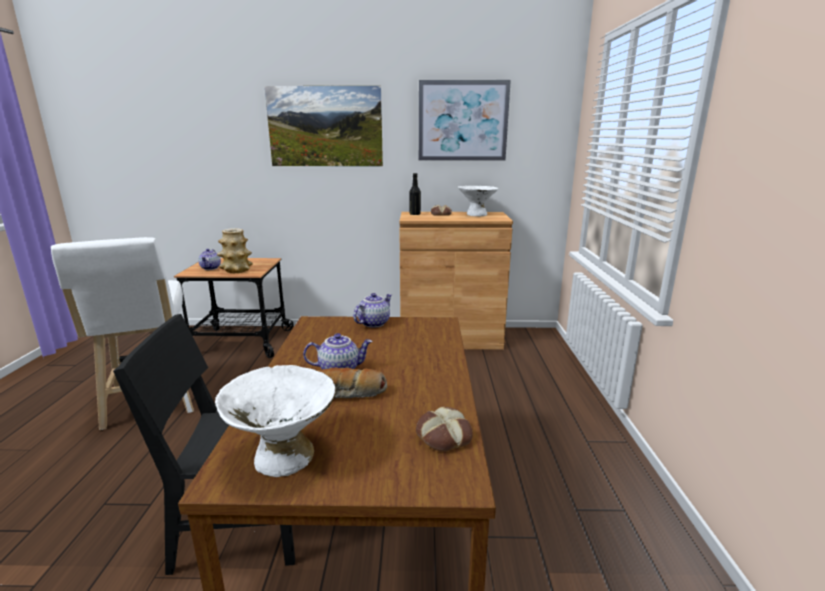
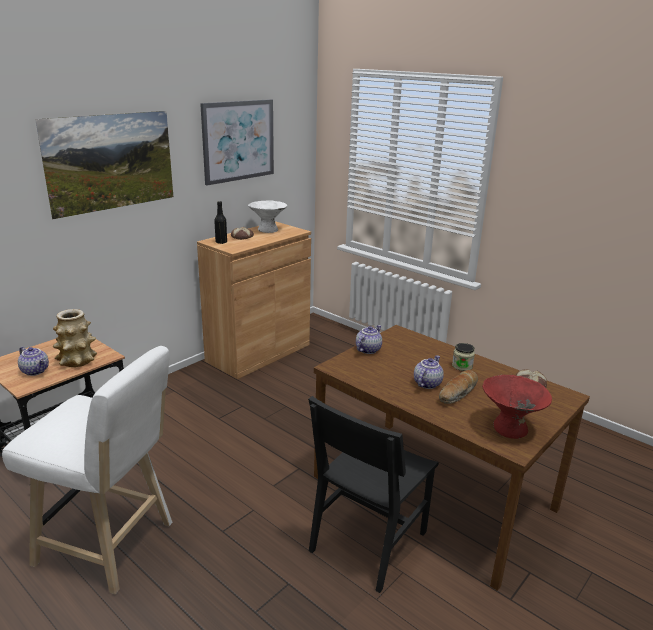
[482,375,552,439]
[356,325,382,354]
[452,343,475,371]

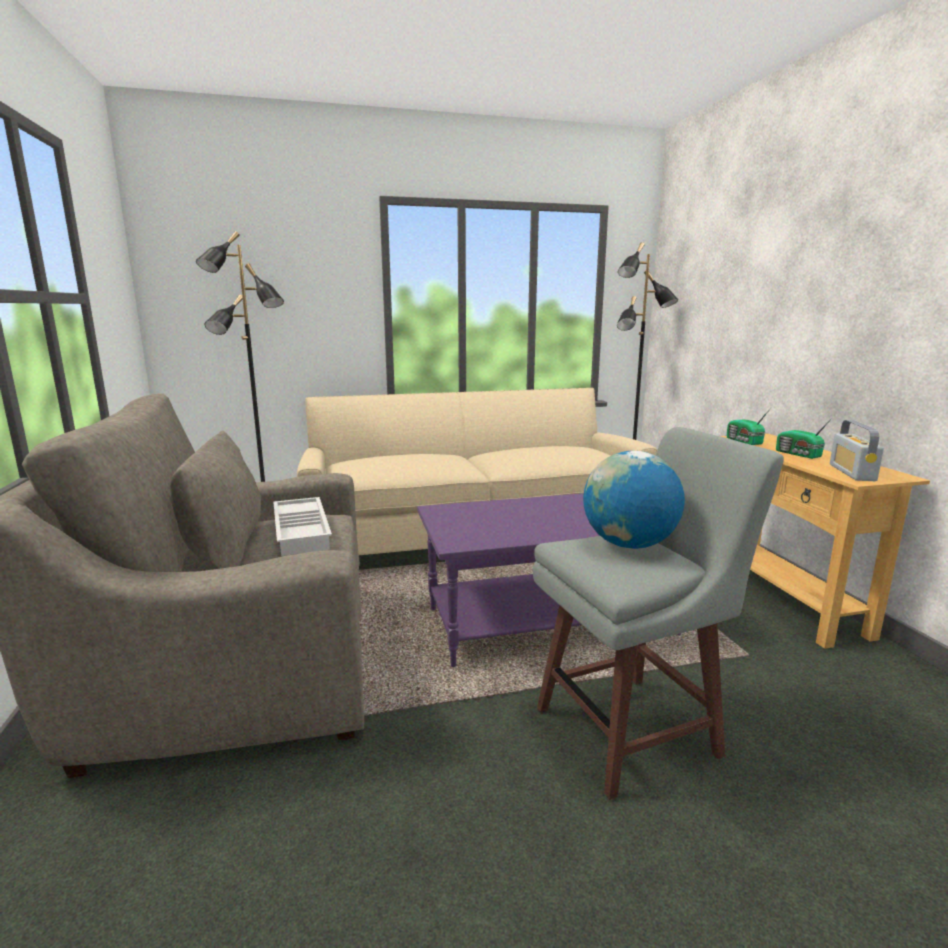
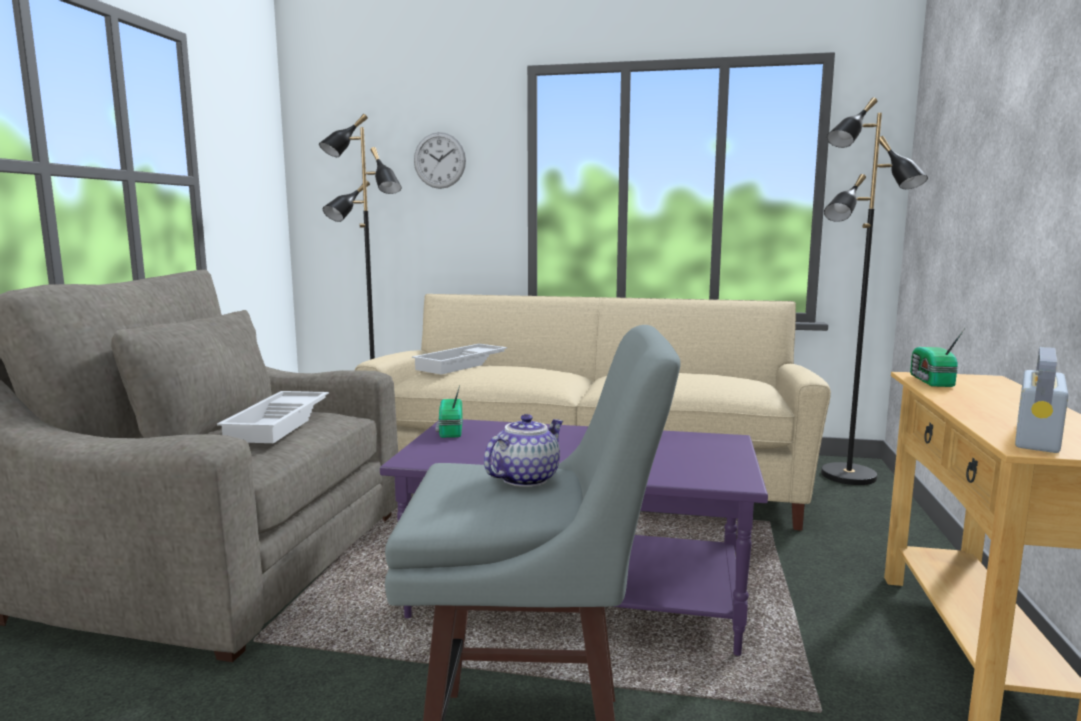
[484,414,563,487]
[436,385,463,438]
[412,344,507,375]
[414,132,466,189]

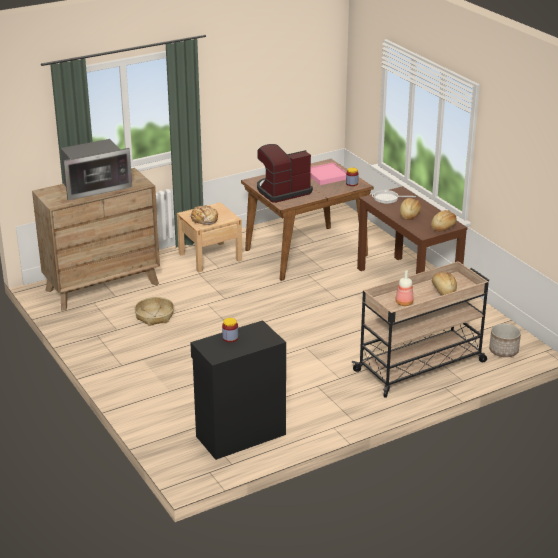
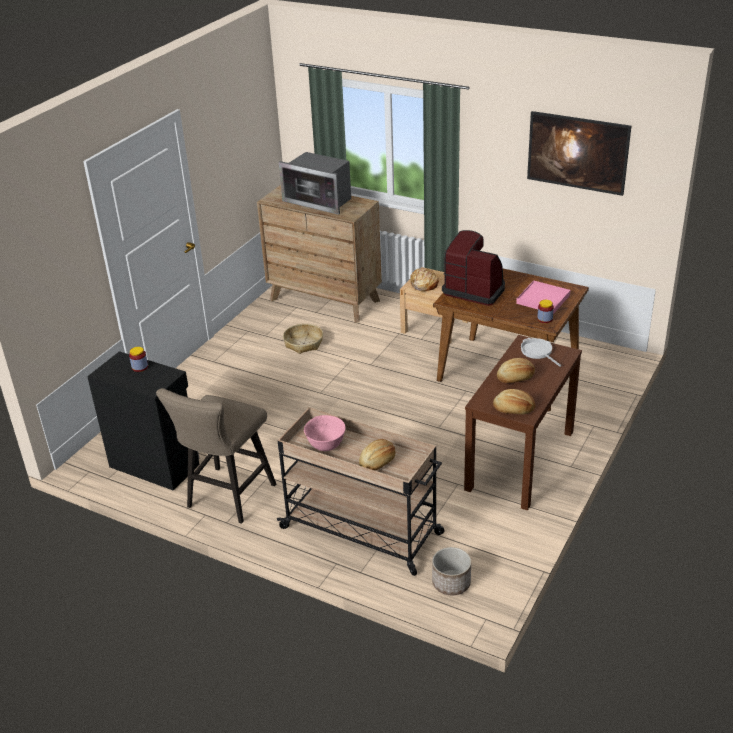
[304,415,346,451]
[156,388,276,524]
[527,111,631,196]

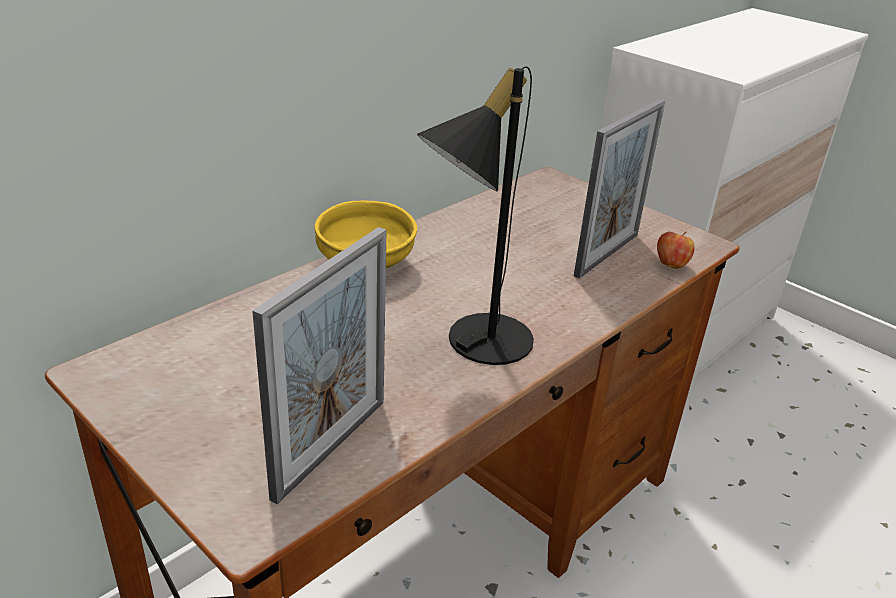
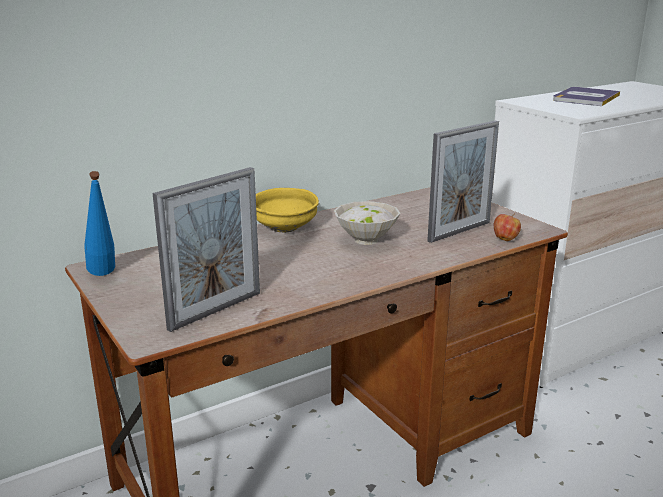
[417,66,534,365] (first image)
[84,171,115,276]
[334,201,401,245]
[553,87,620,106]

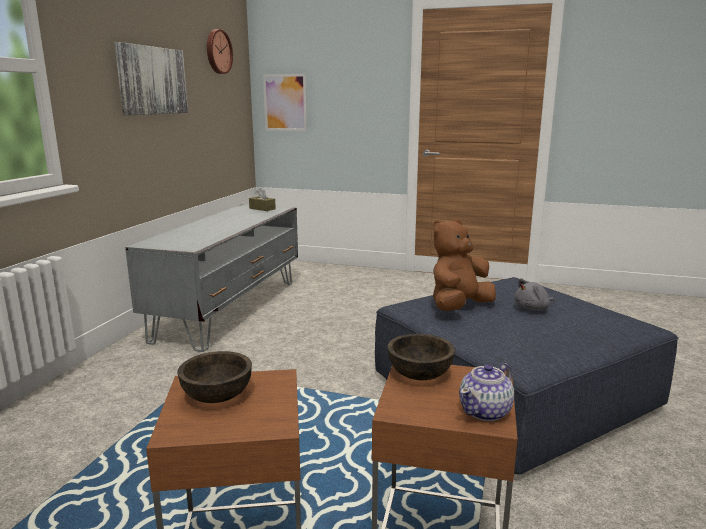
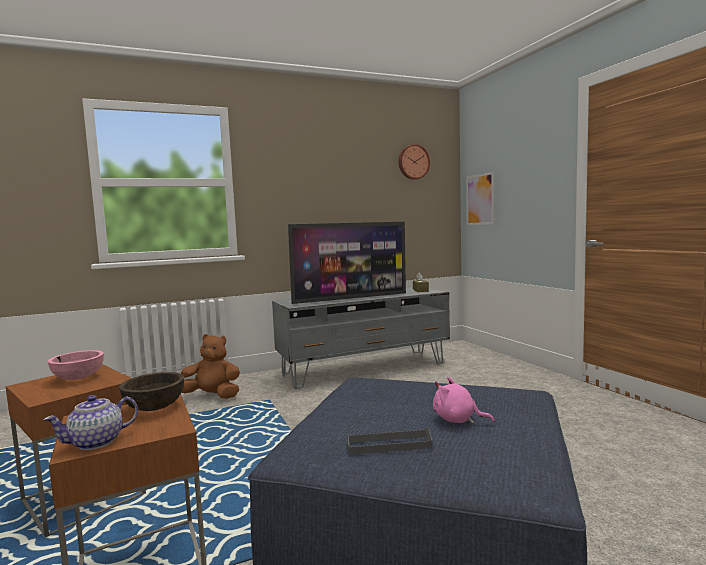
[114,42,188,115] (first image)
[48,350,104,380]
[181,334,240,399]
[43,395,138,450]
[433,377,494,424]
[288,222,406,304]
[347,428,433,455]

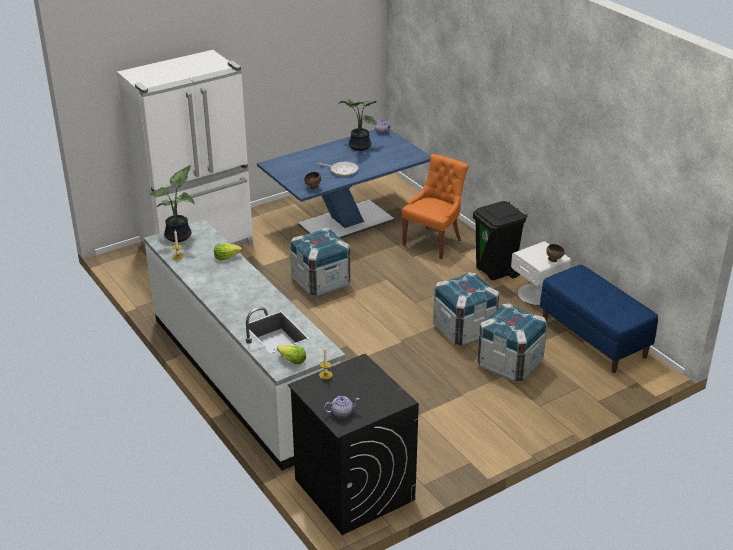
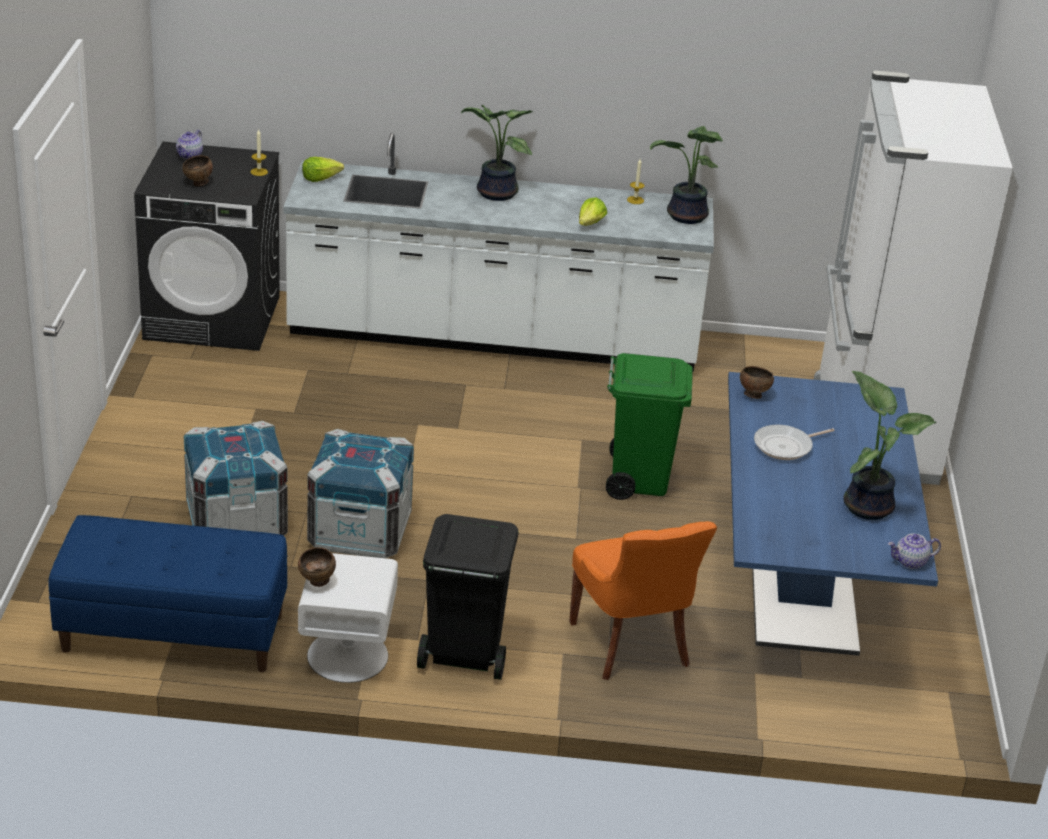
[606,353,693,500]
[182,155,213,186]
[461,105,533,201]

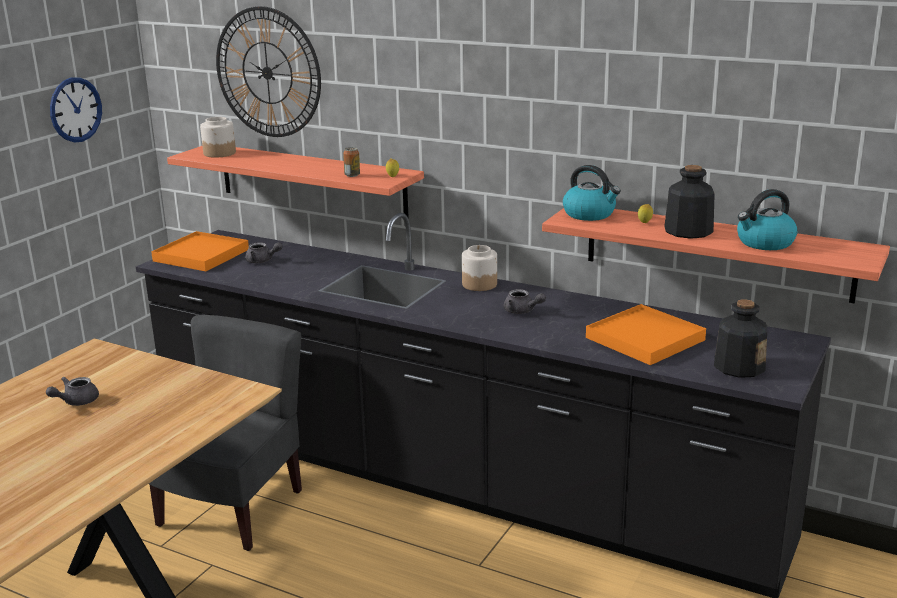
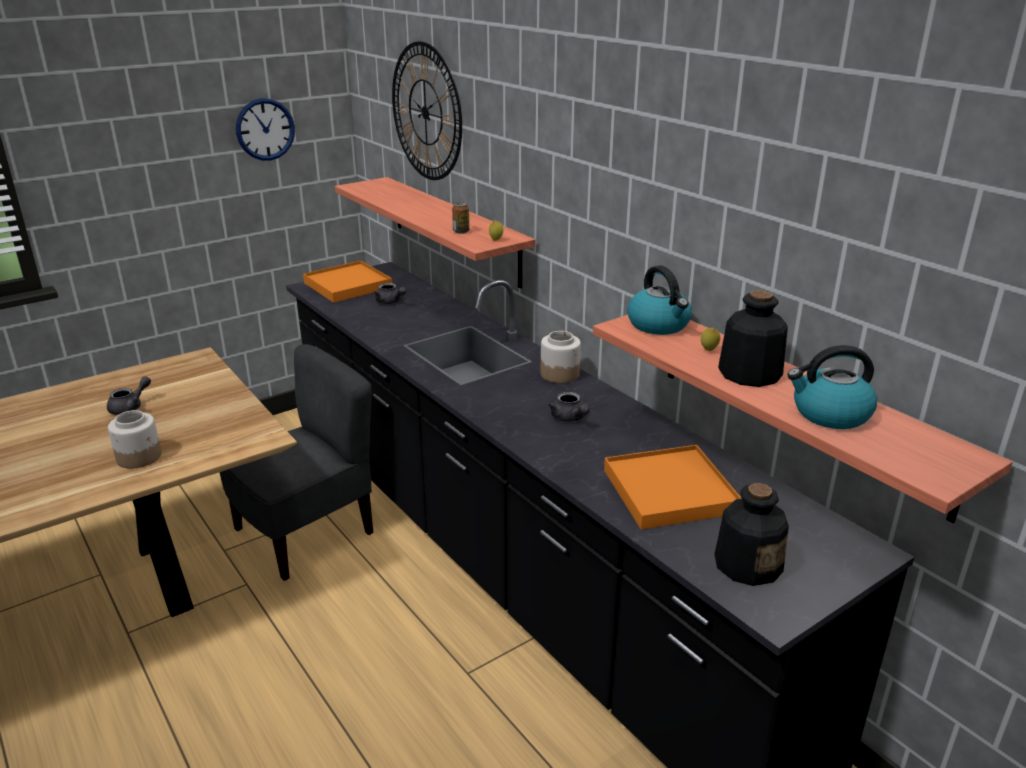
[107,376,151,415]
[108,410,162,469]

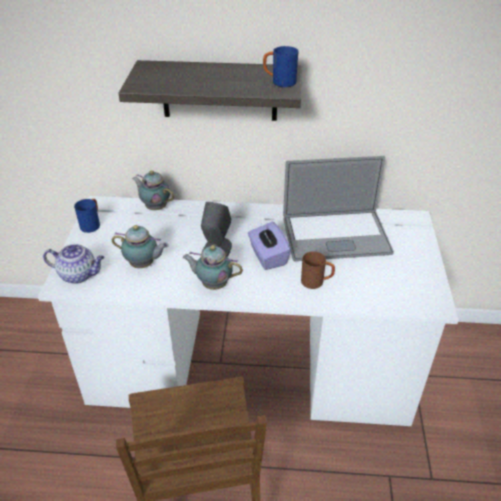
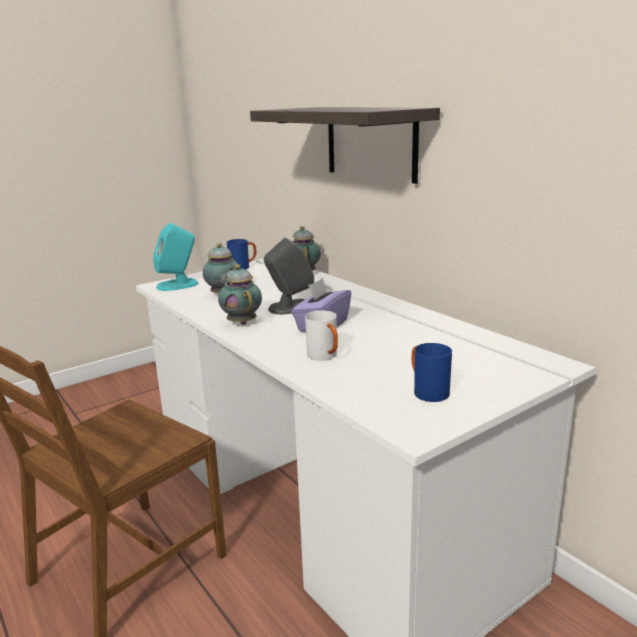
[153,223,198,291]
[412,343,452,402]
[283,156,394,261] (first image)
[305,311,338,361]

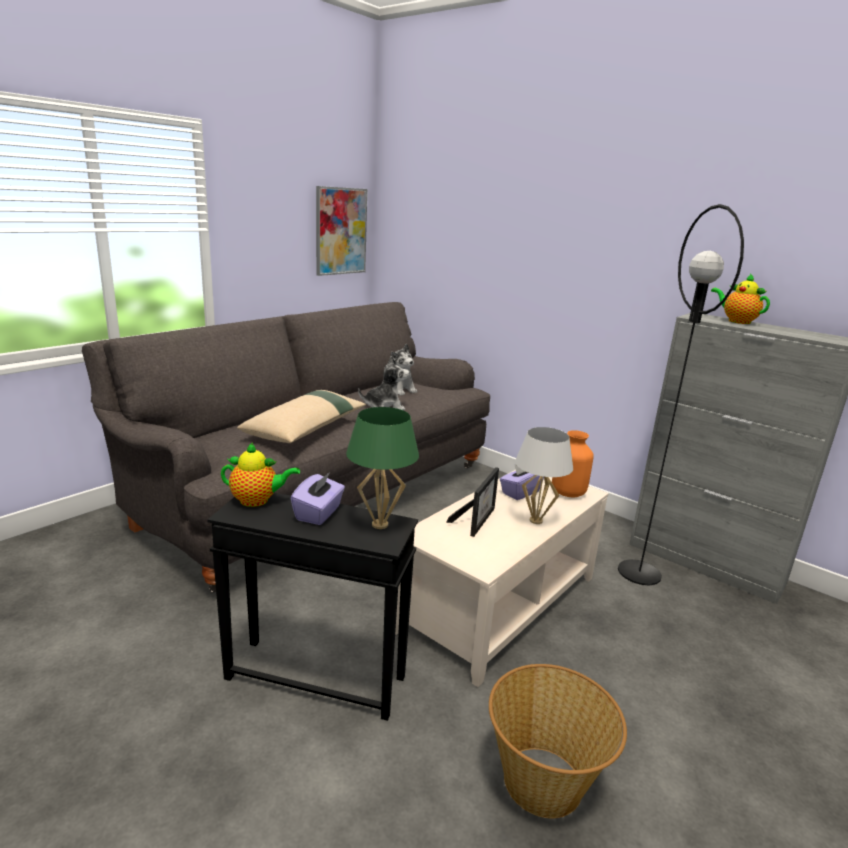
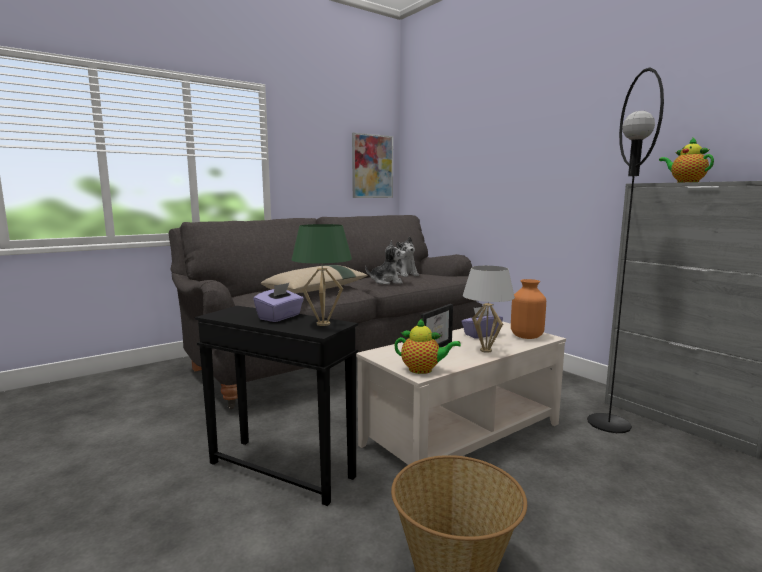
[394,318,461,374]

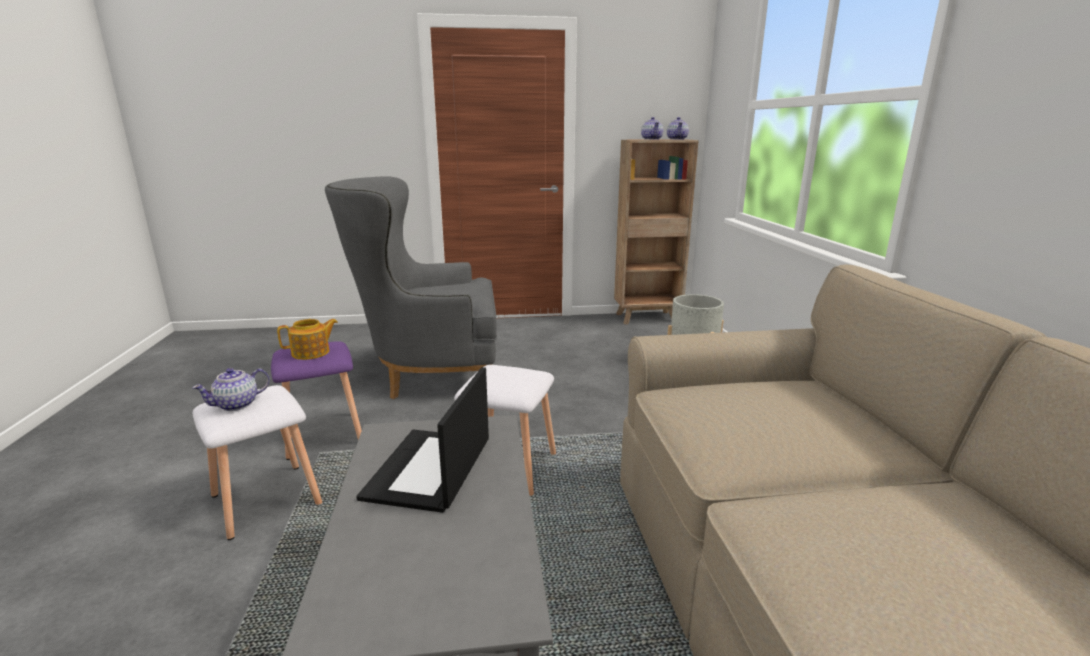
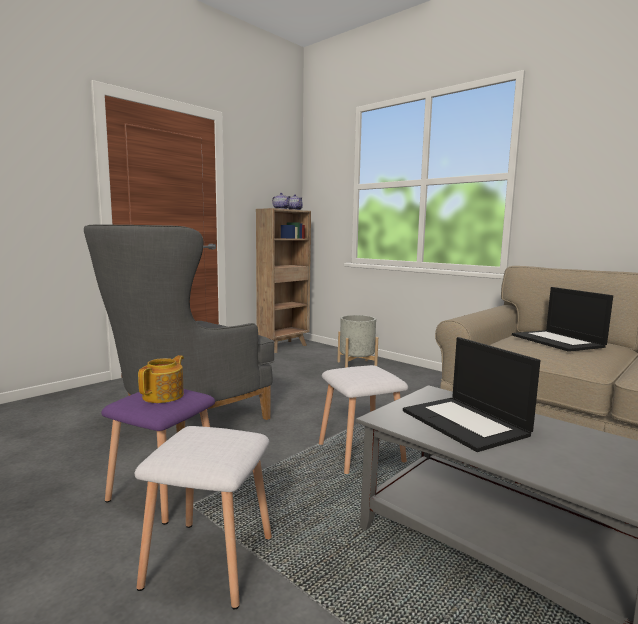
[192,368,270,411] (first image)
[512,287,613,352]

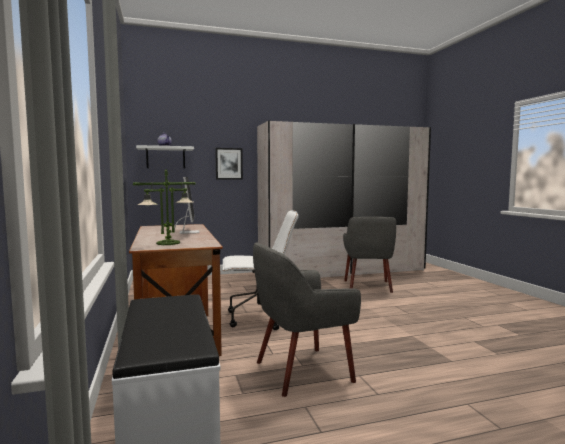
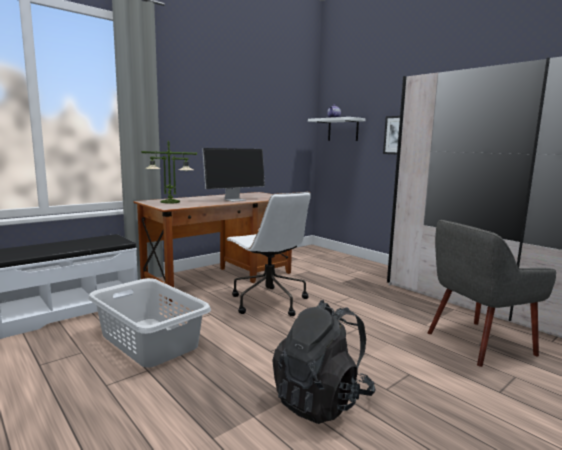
[88,278,211,368]
[272,300,376,424]

